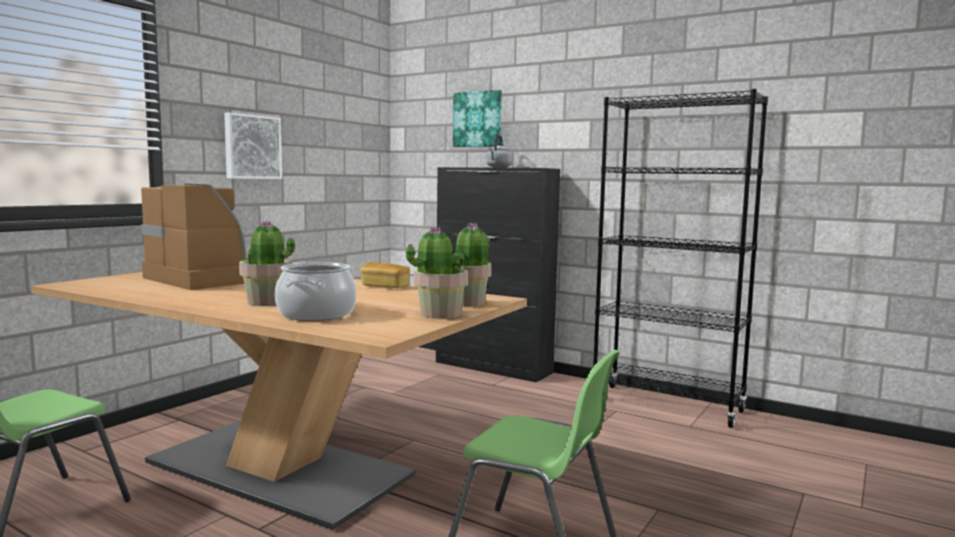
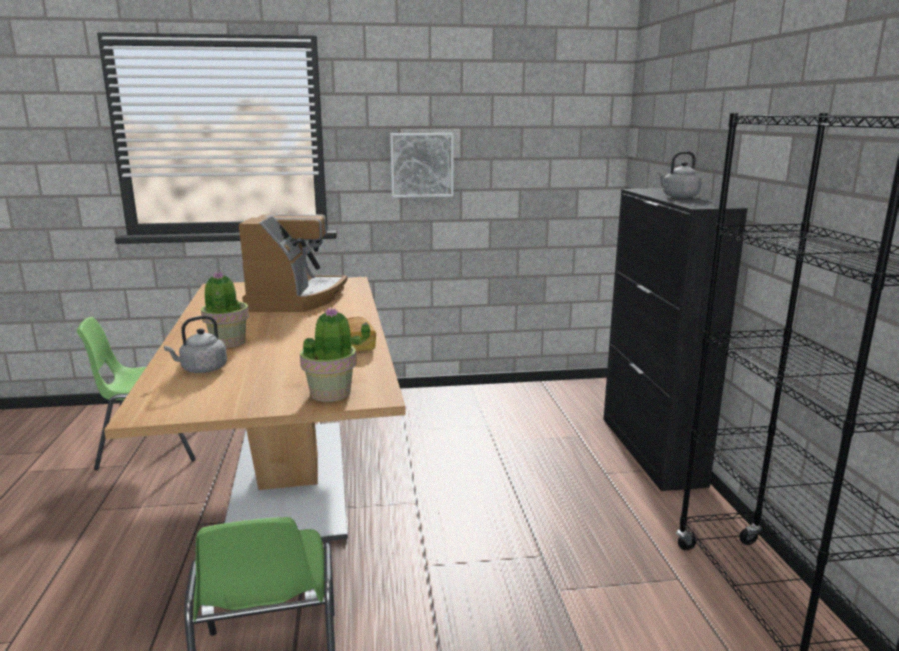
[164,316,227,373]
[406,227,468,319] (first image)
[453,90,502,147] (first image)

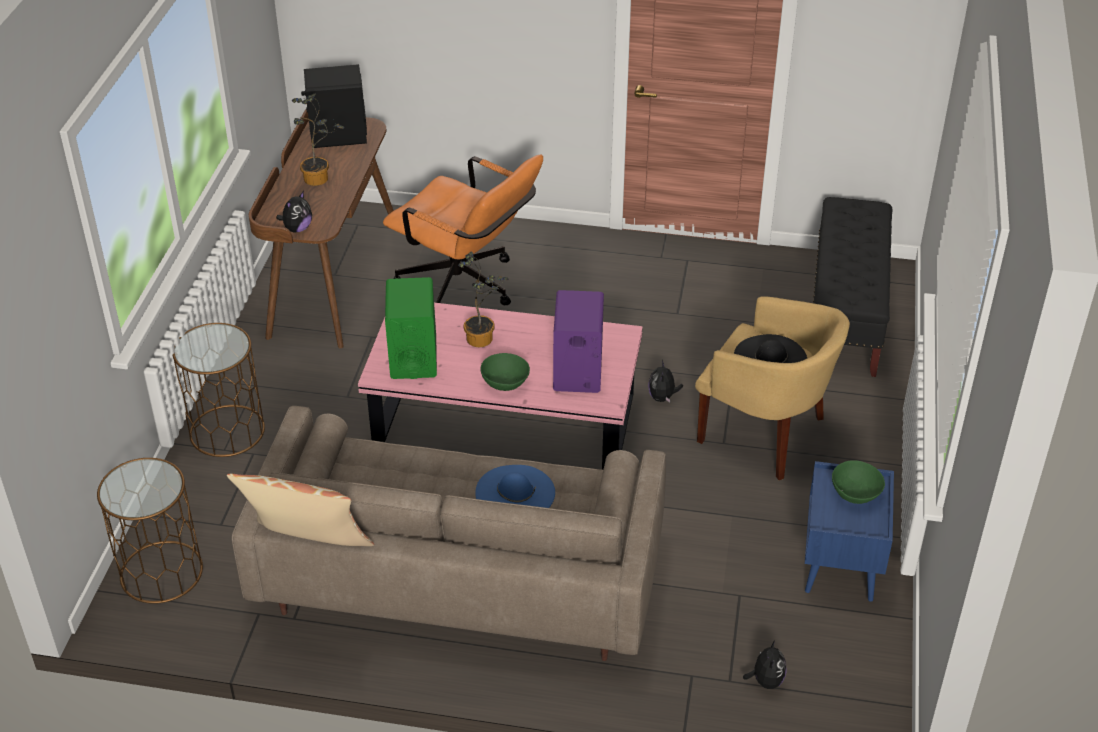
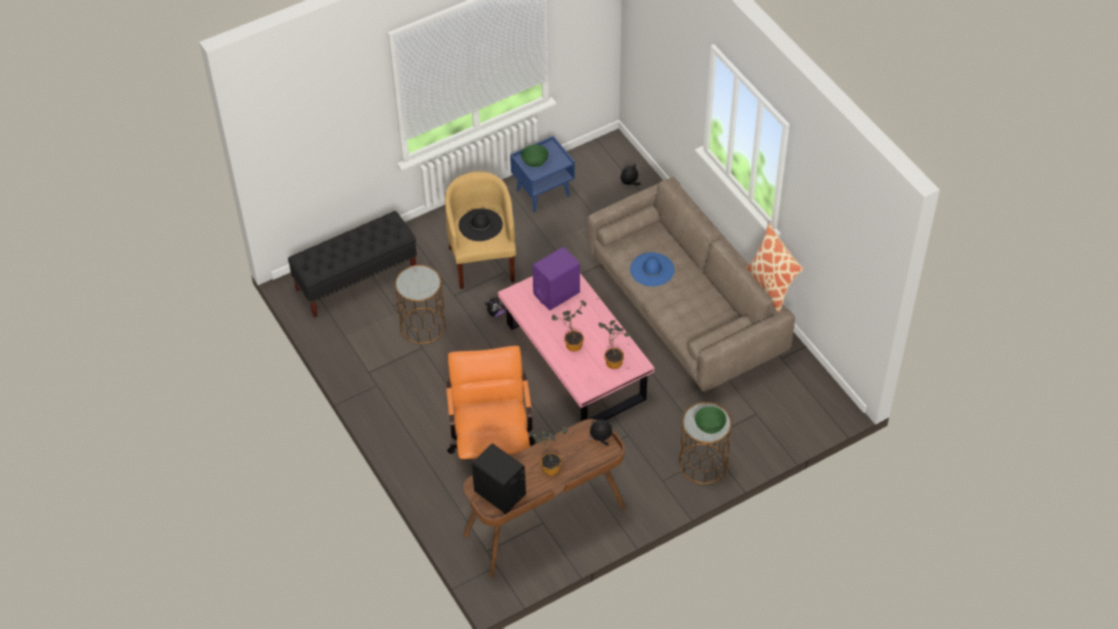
[395,265,446,344]
[599,320,631,369]
[695,406,726,434]

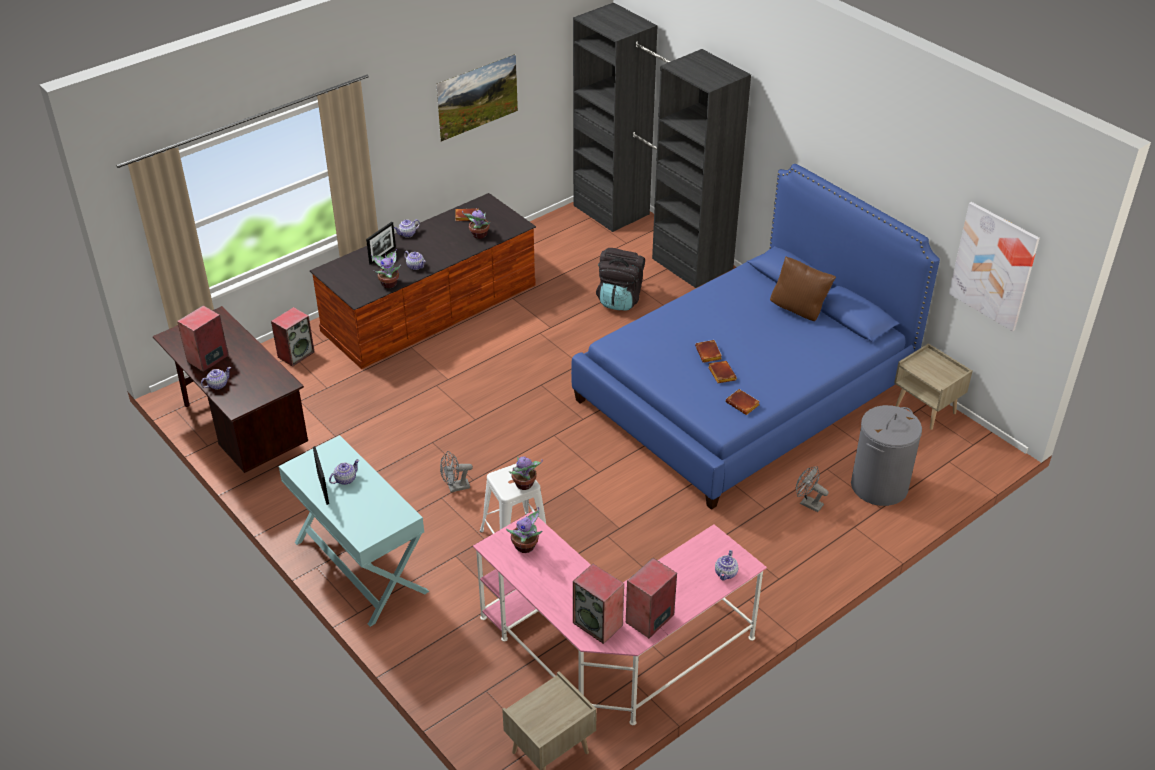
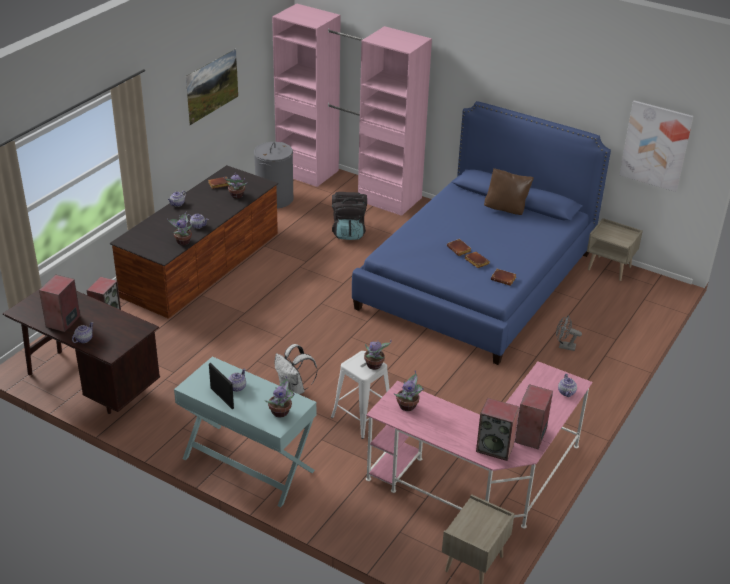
[366,222,396,265] (first image)
[275,344,318,394]
[272,4,432,216]
[254,142,293,209]
[265,376,294,417]

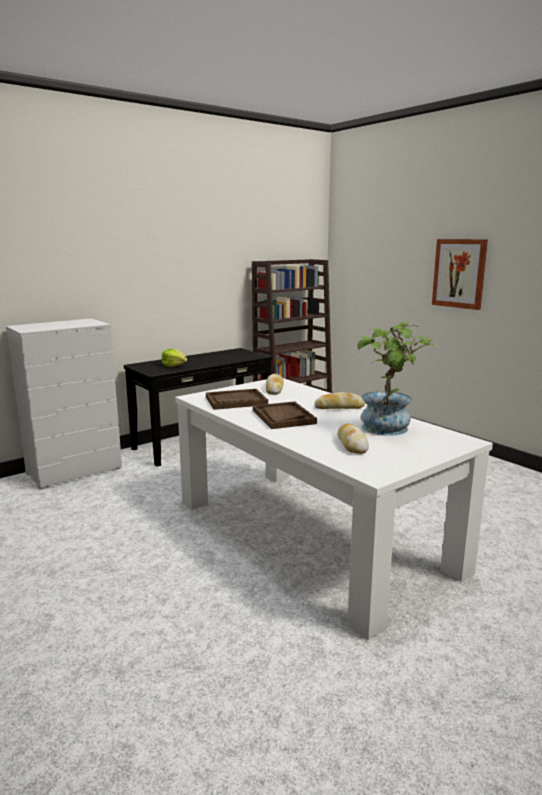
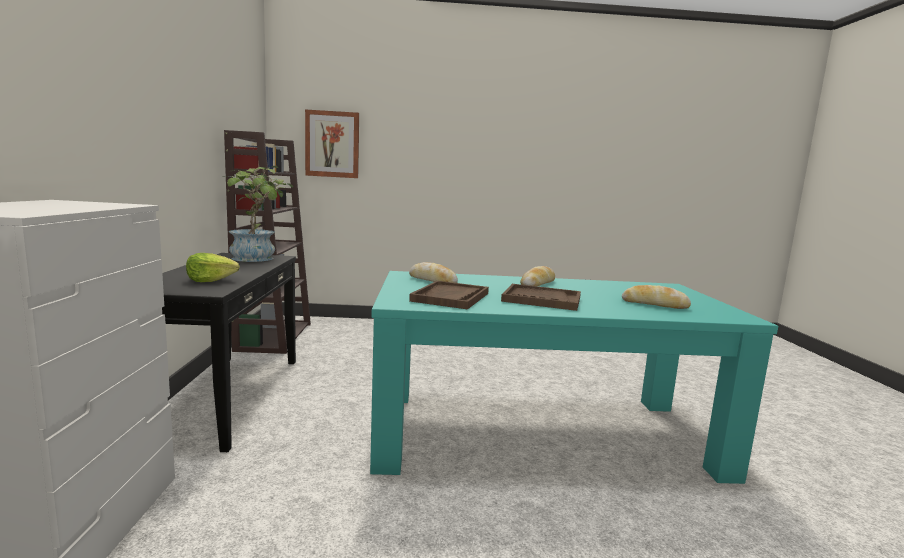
[370,271,778,484]
[223,166,293,262]
[305,109,359,178]

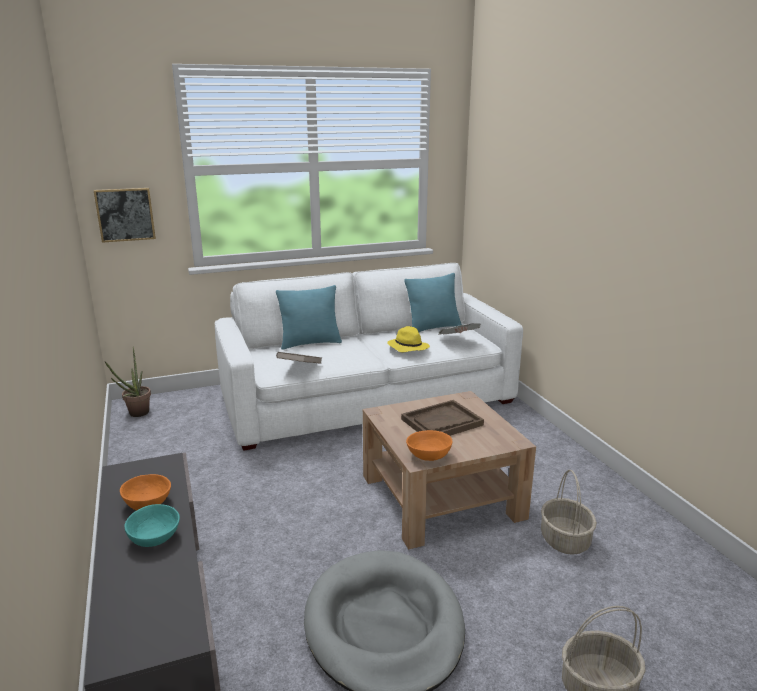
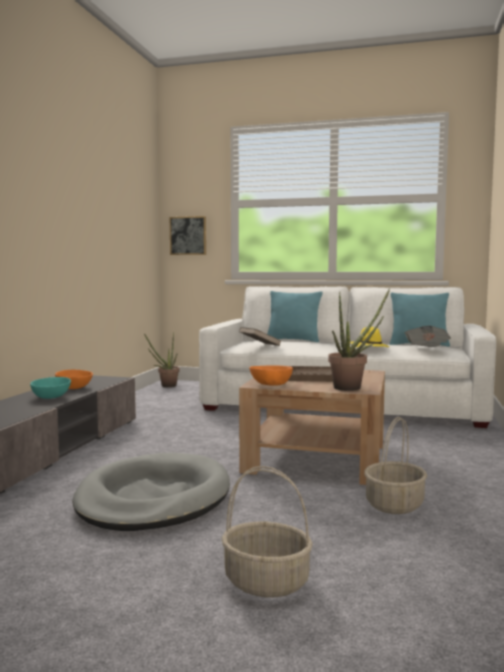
[328,288,390,391]

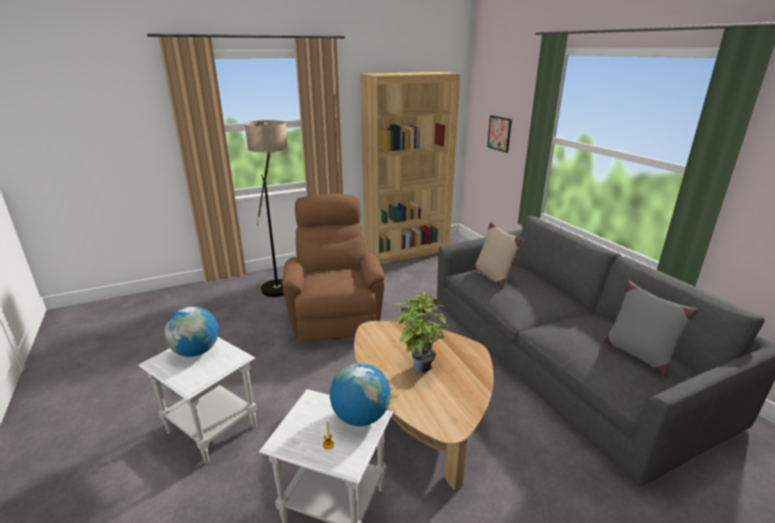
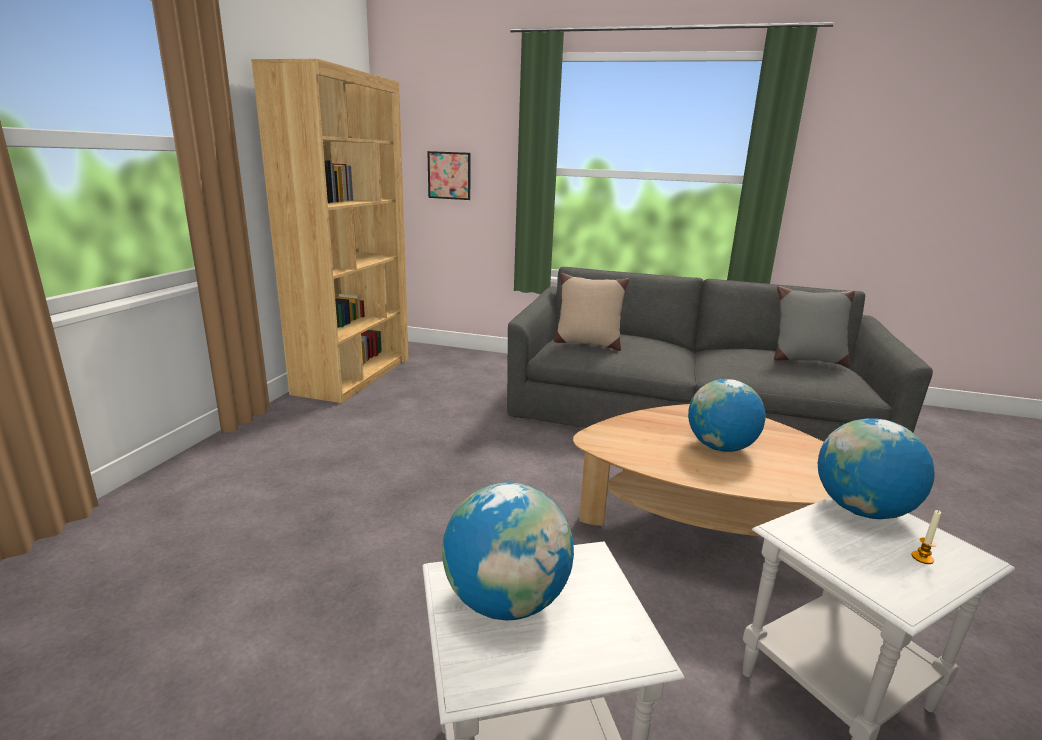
[245,120,288,297] (first image)
[282,194,385,342] (first image)
[688,379,766,452]

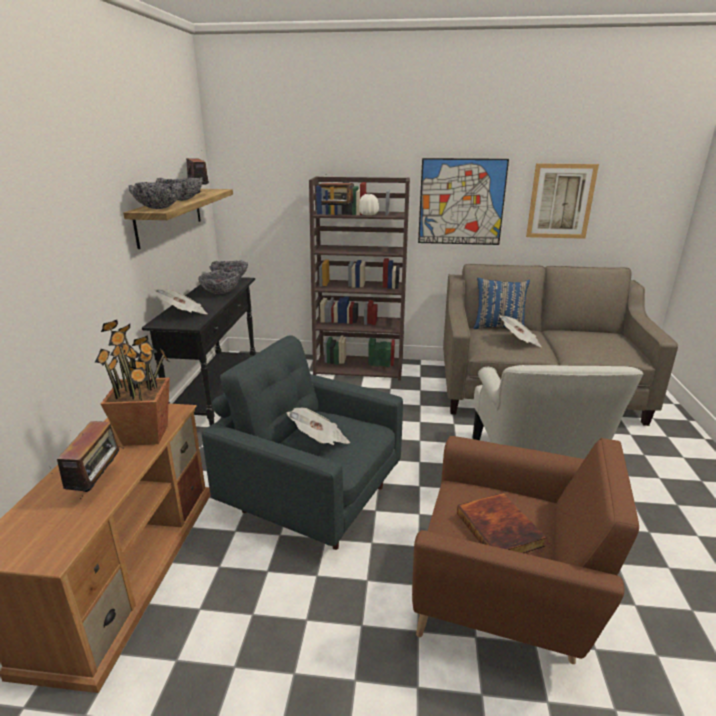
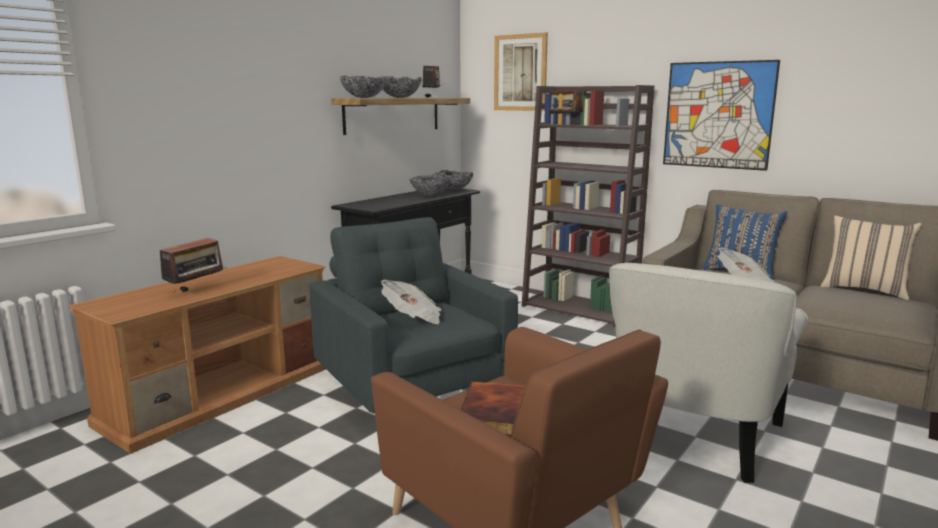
[95,320,170,446] (first image)
[154,289,207,314] (first image)
[359,194,379,215] (first image)
[494,32,548,111]
[821,215,922,300]

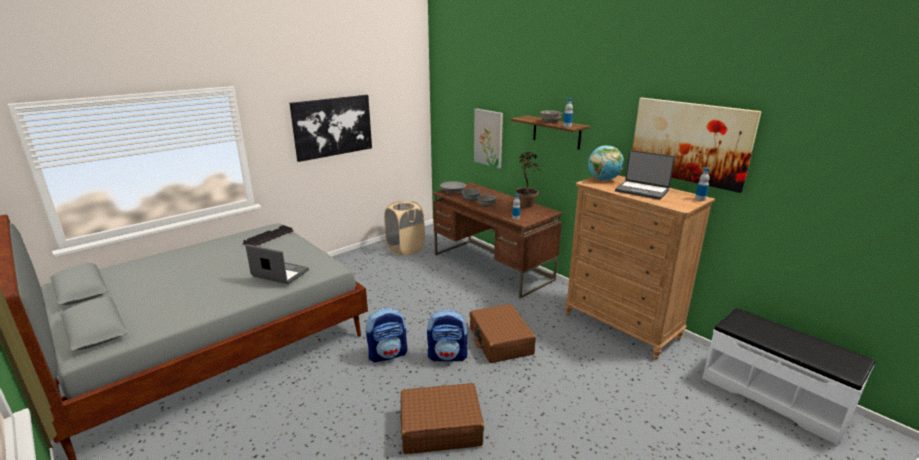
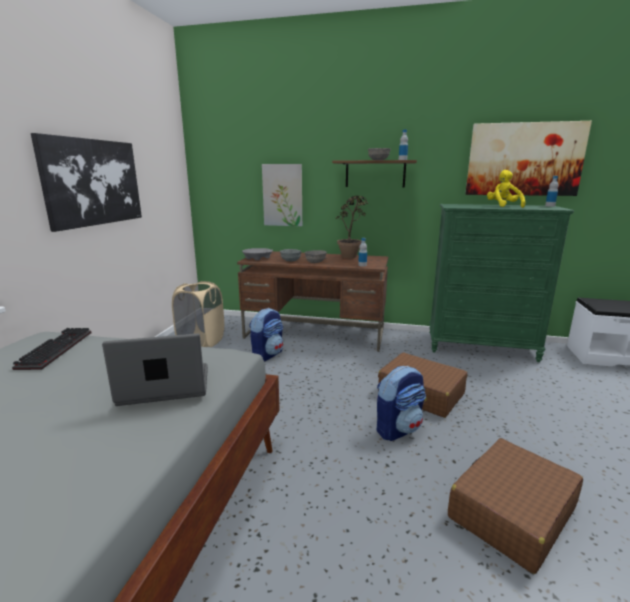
[249,308,283,362]
[429,204,574,362]
[588,145,624,181] (first image)
[487,170,525,208]

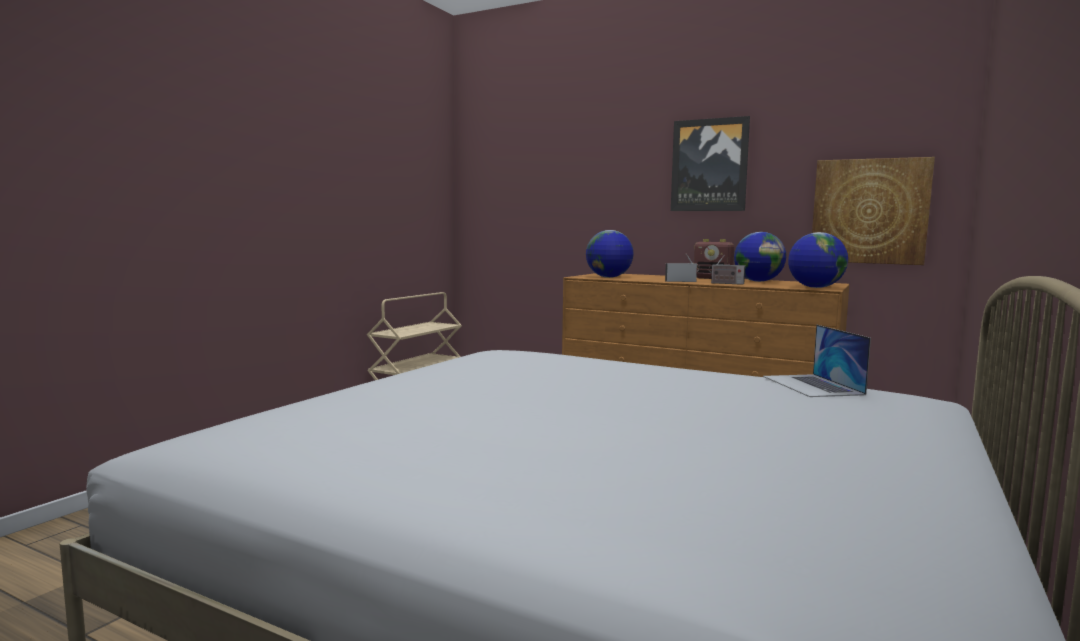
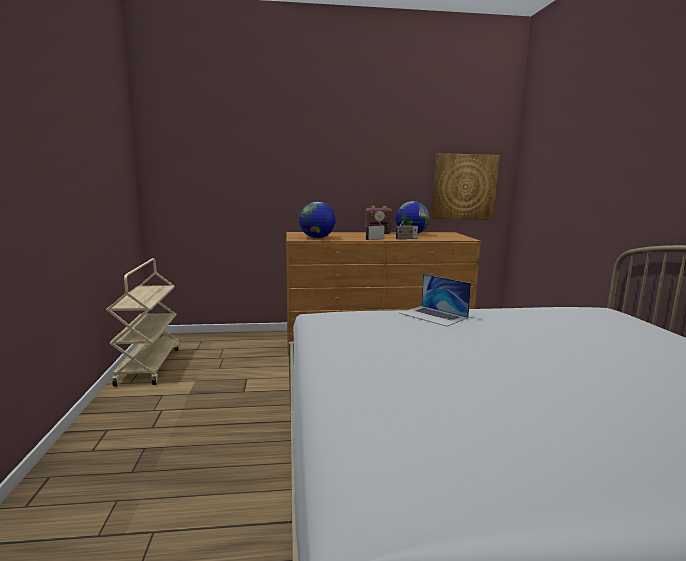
[671,116,750,211] (first image)
[400,274,471,326]
[788,232,848,288] (first image)

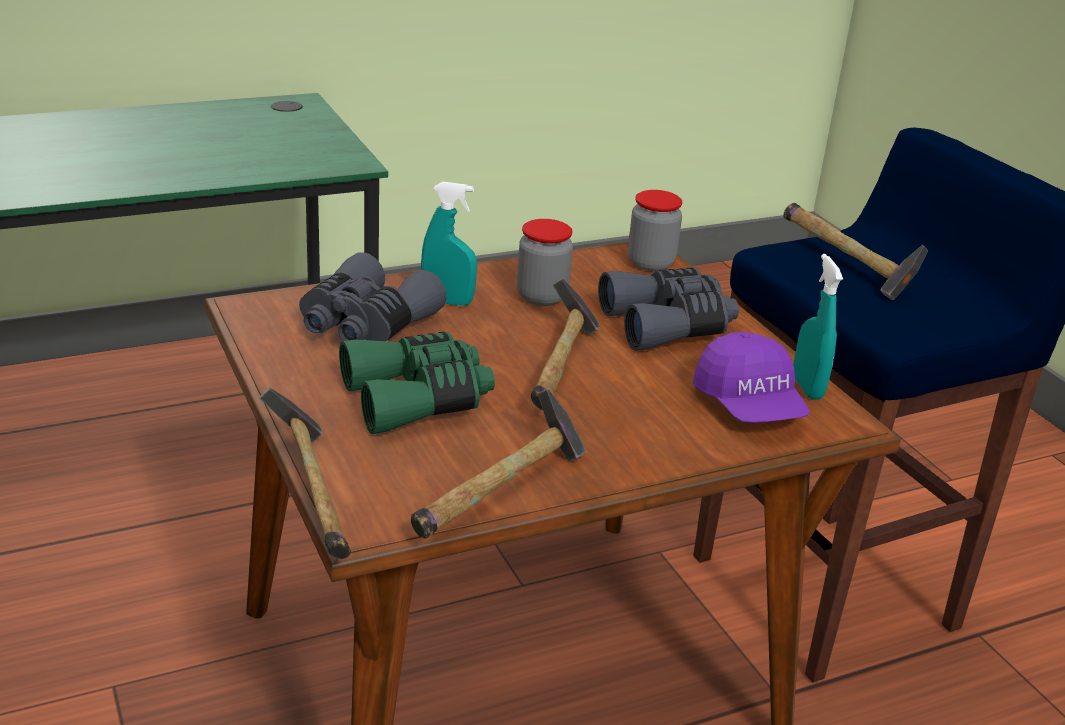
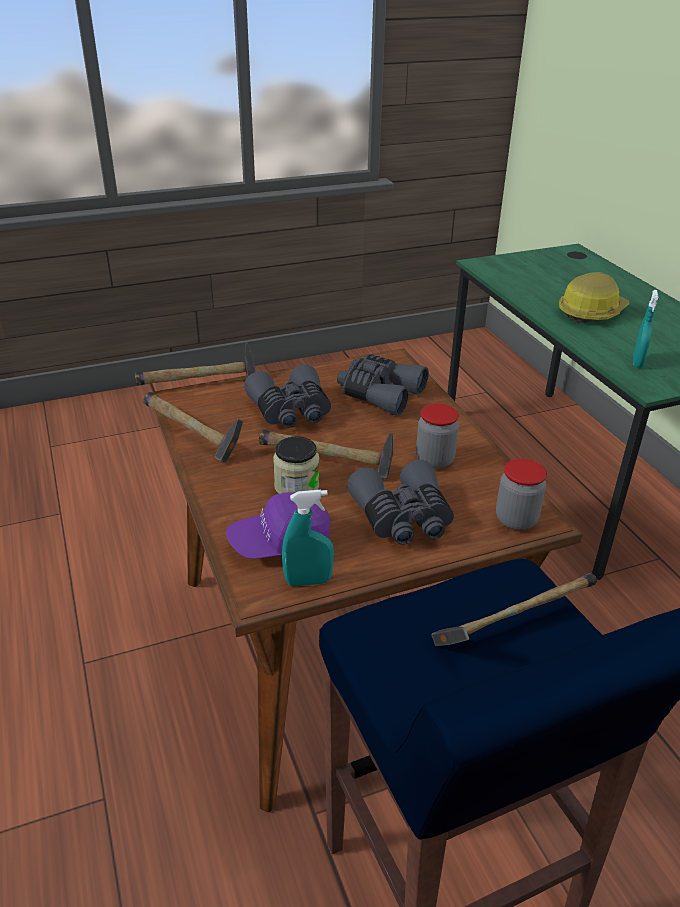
[244,364,331,428]
[633,290,658,368]
[273,436,319,494]
[559,272,629,323]

